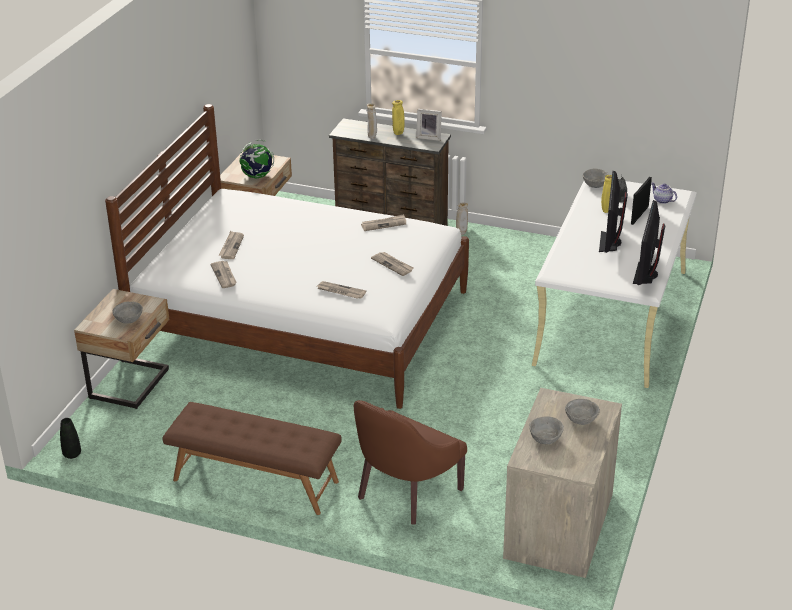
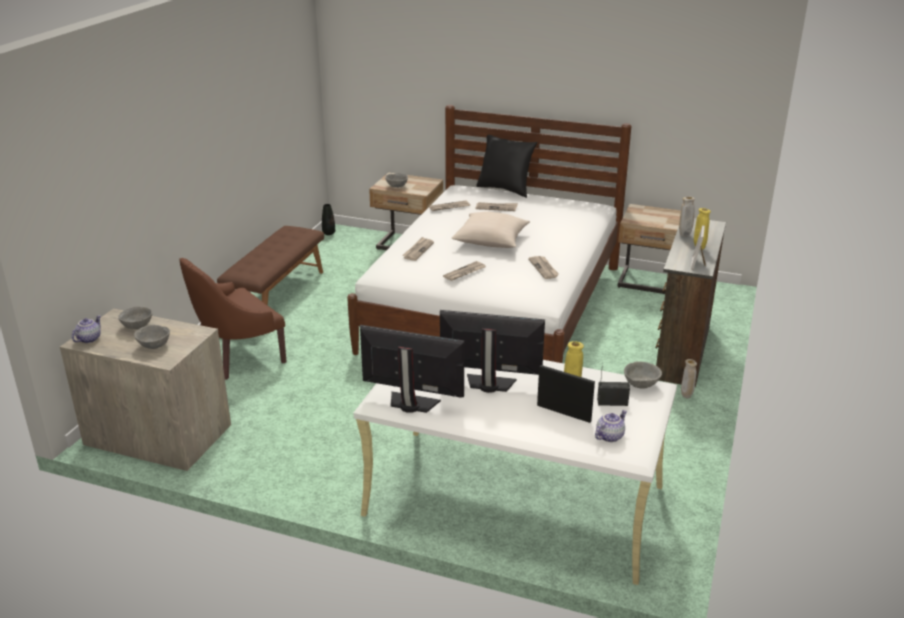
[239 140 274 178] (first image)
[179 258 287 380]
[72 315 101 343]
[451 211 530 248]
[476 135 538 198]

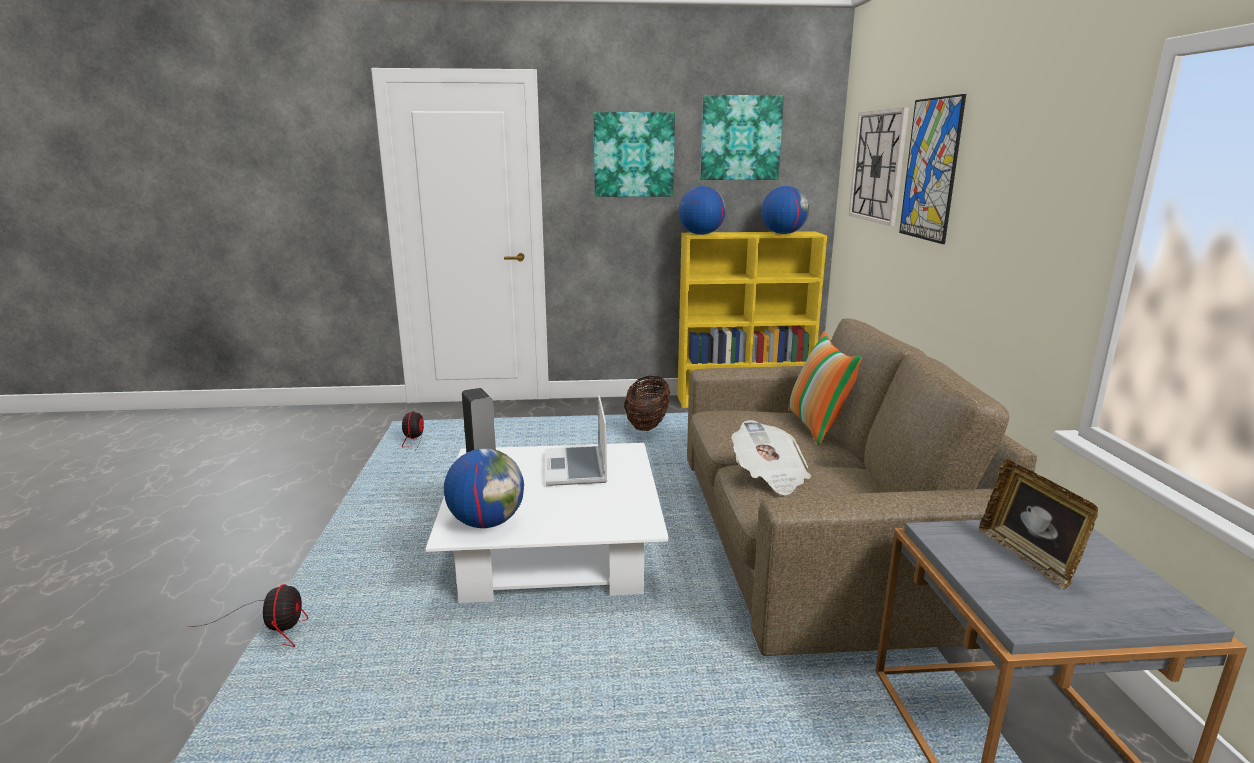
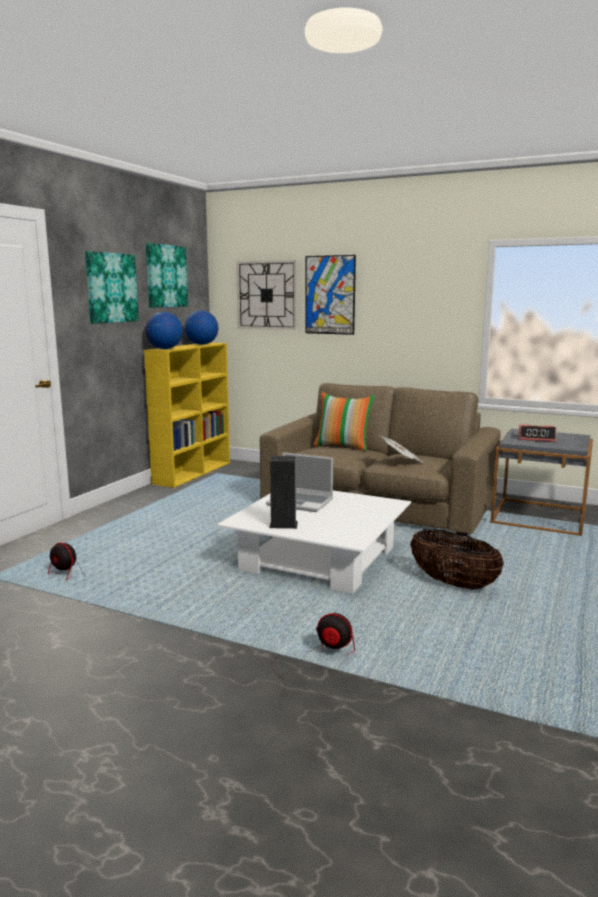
[444 448 524 528] (first image)
[410 529 504 590]
[519 424 556 442]

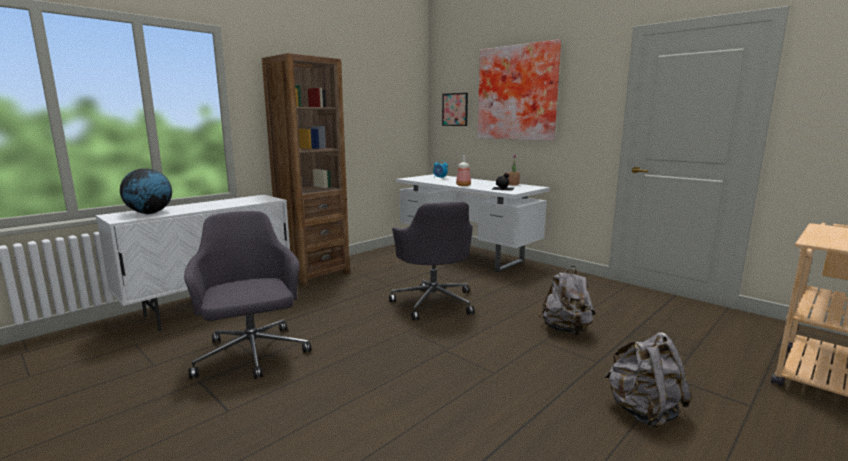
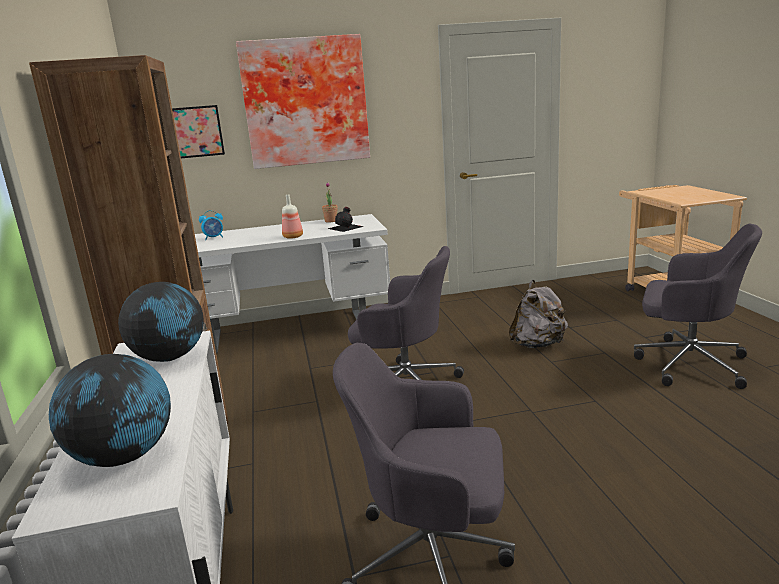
[634 224 762 389]
[118 282 204 362]

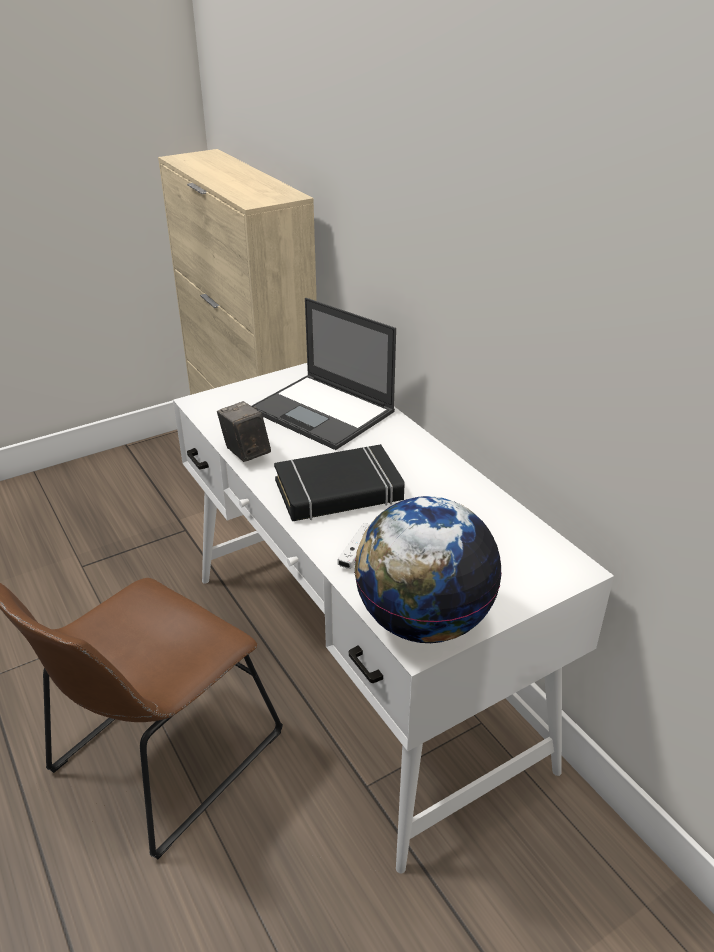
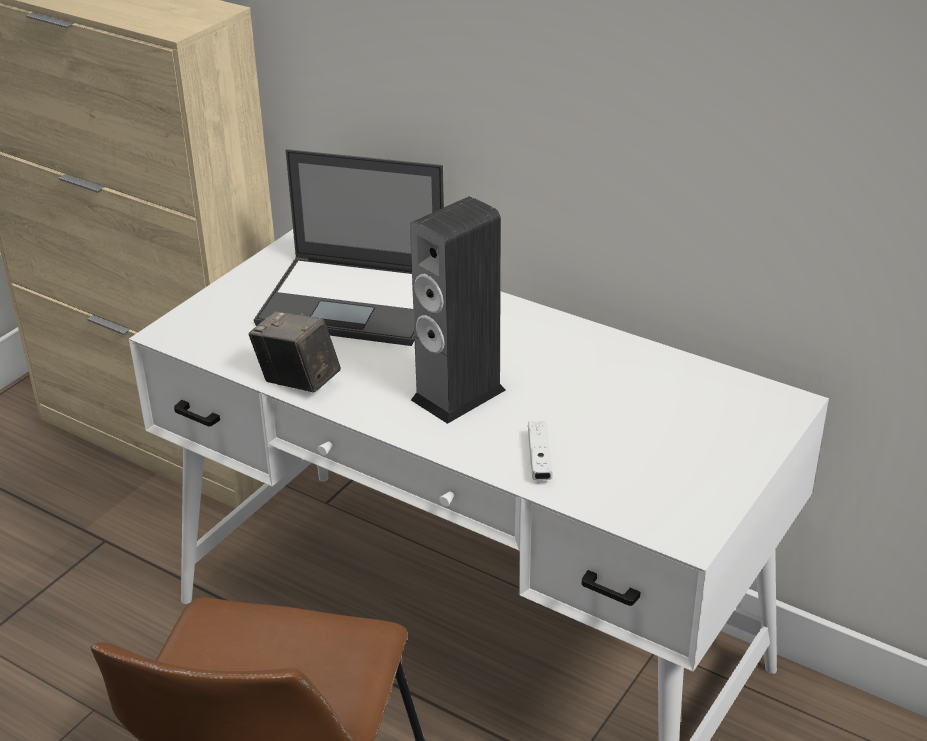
[410 196 506 424]
[354 496 502 643] (first image)

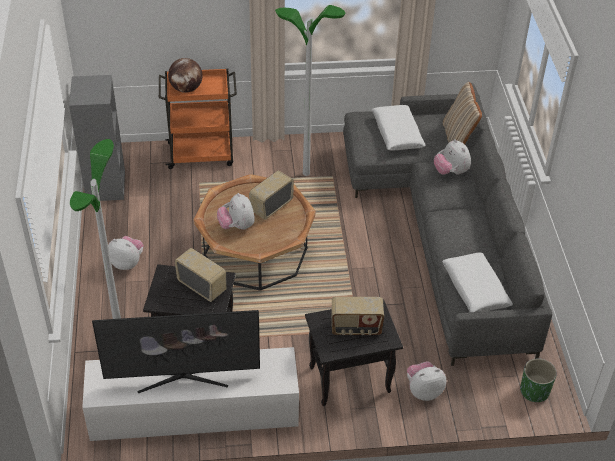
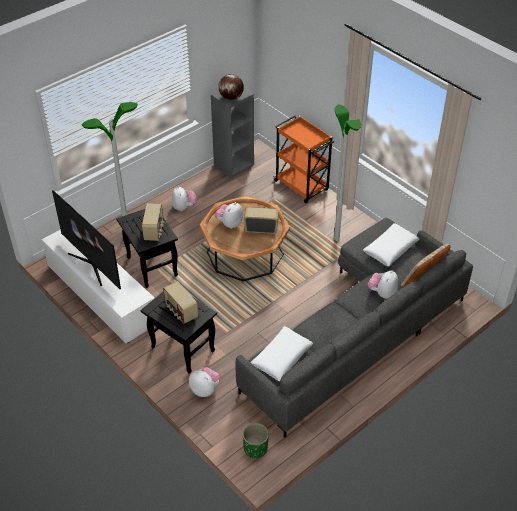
[218 74 244 100]

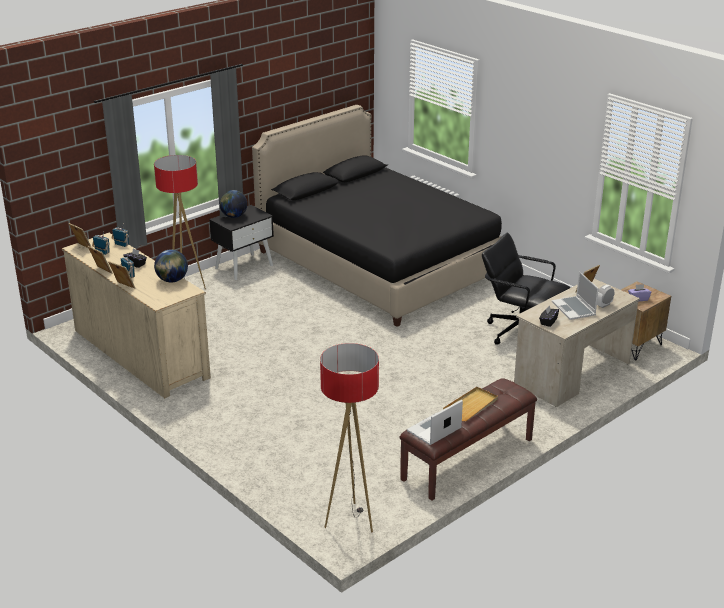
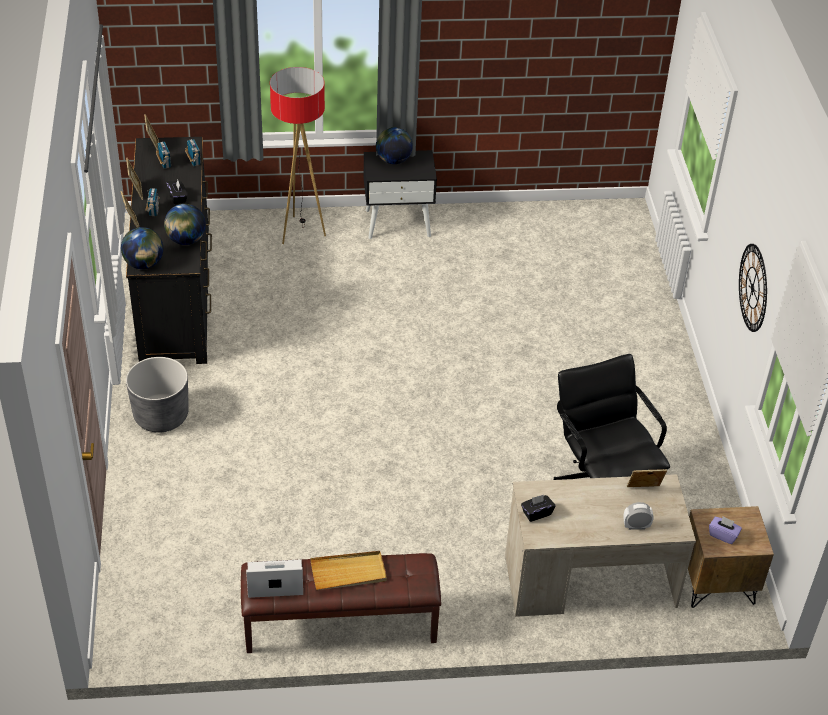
[126 137 212 364]
[252 105 502 327] (first image)
[320 343 379 533] (first image)
[552 271 599 320] (first image)
[121 227 163 269]
[126 357 189 433]
[739 244 767 332]

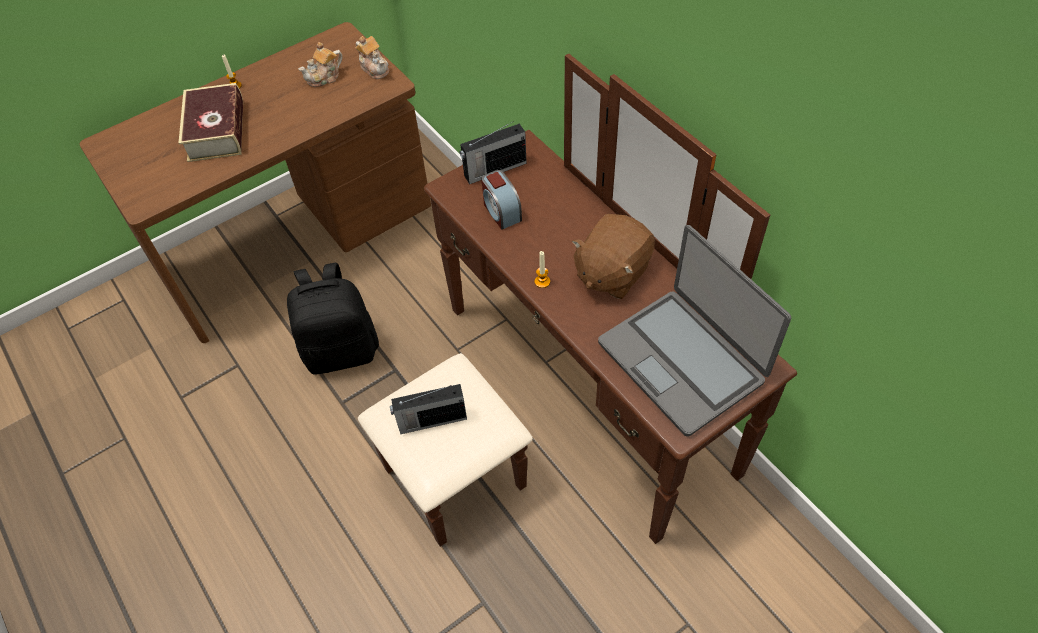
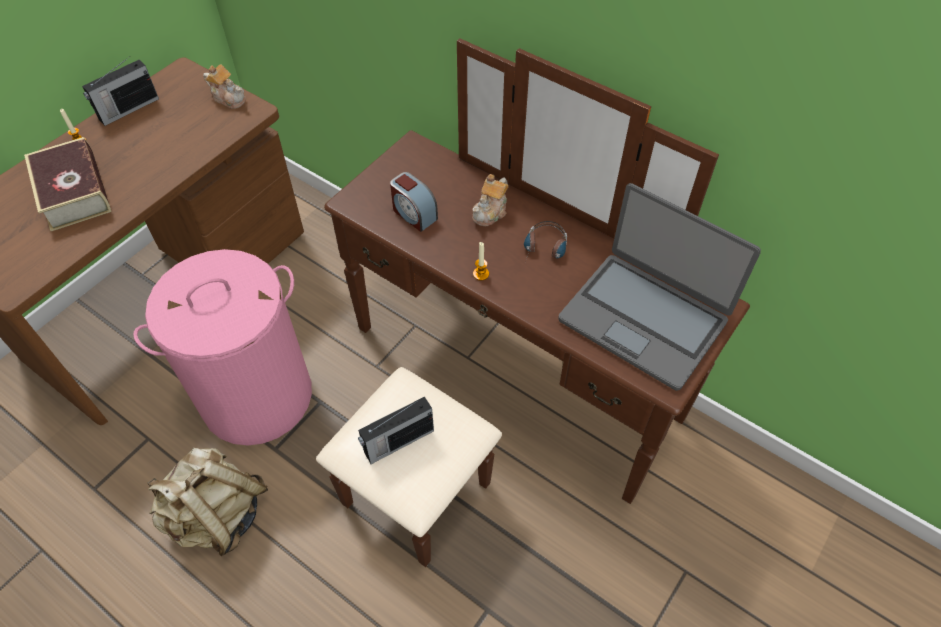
[133 249 312 446]
[472 174 509 226]
[82 57 159 126]
[524 221 567 259]
[148 448 268 556]

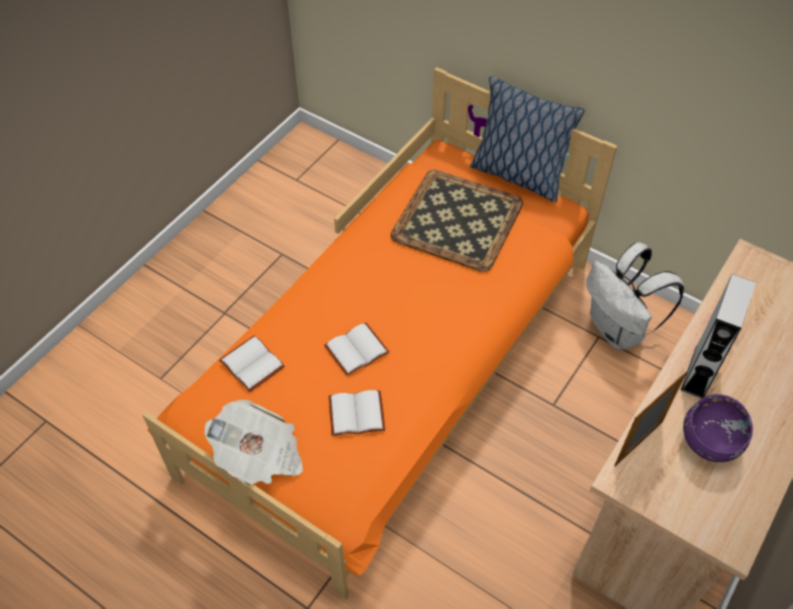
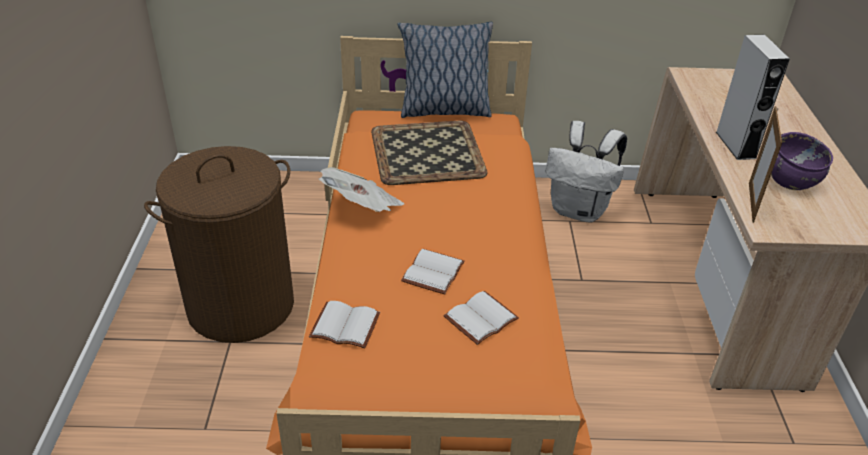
[319 167 404 212]
[144 146 294 343]

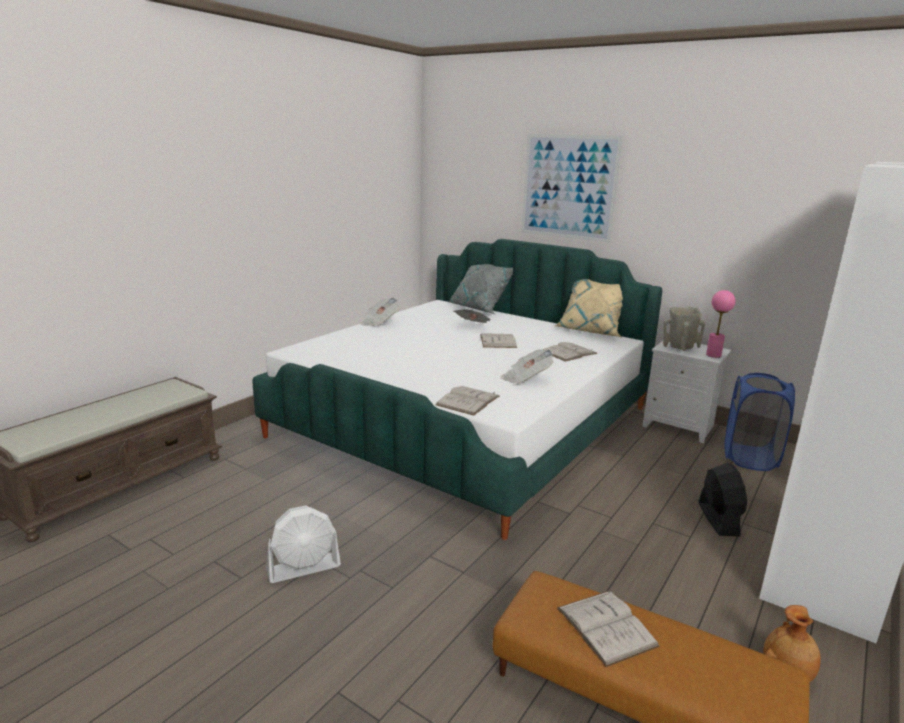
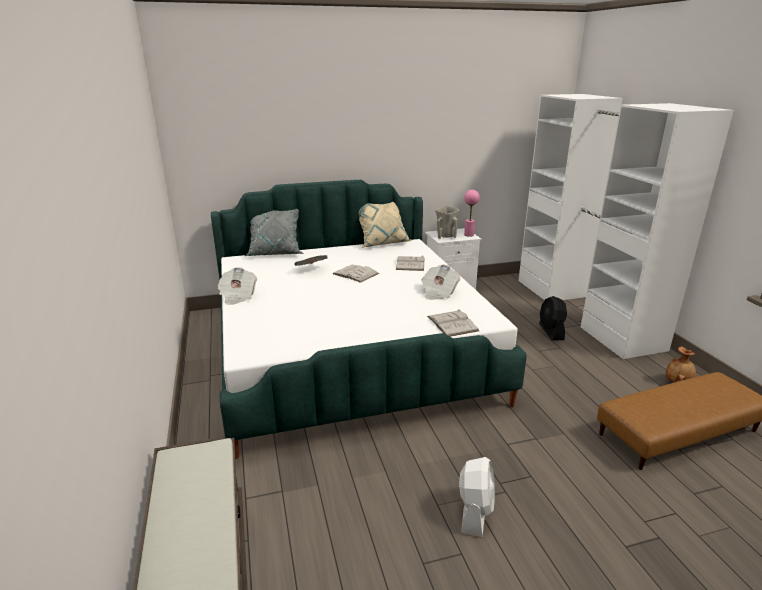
[521 134 623 243] (first image)
[557 591 660 667] (first image)
[539 296 567 341]
[724 373 795 471] (first image)

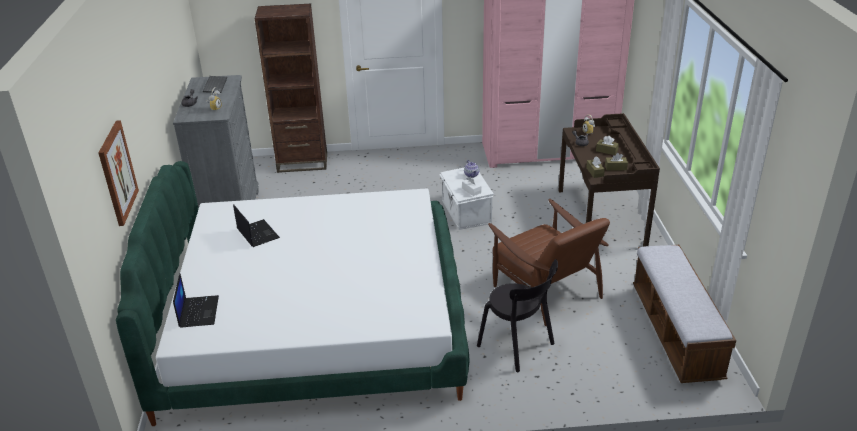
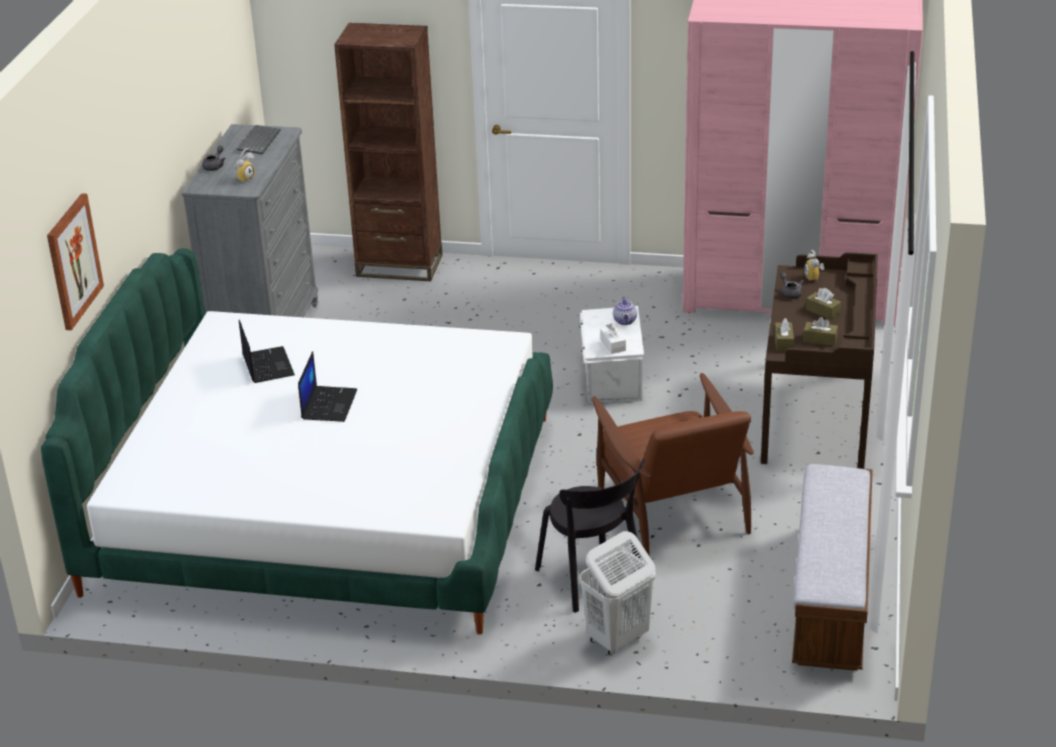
[298 351 357 422]
[579 531 656 656]

